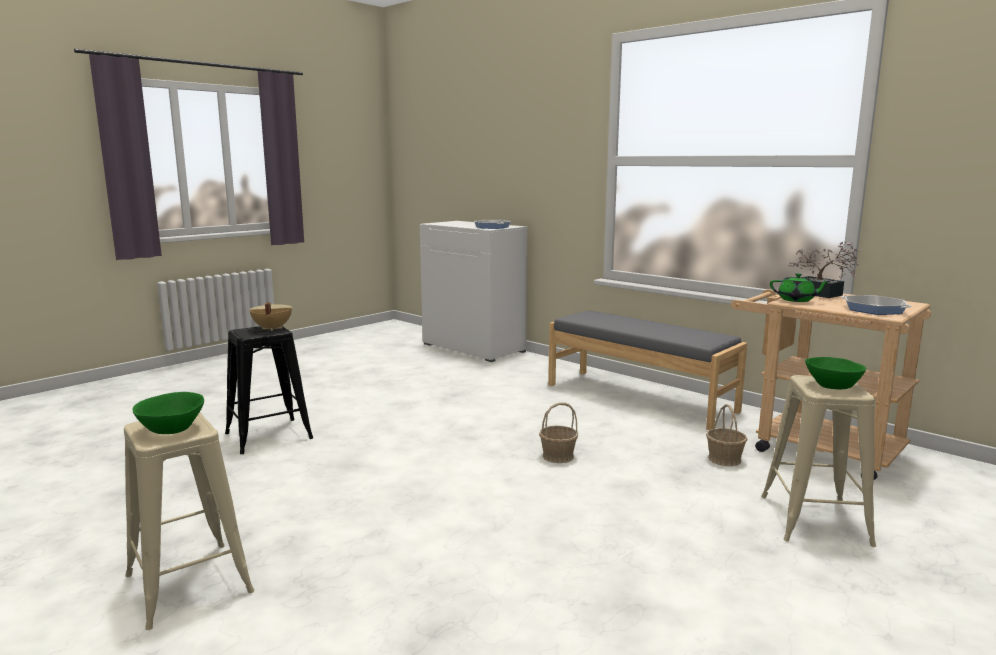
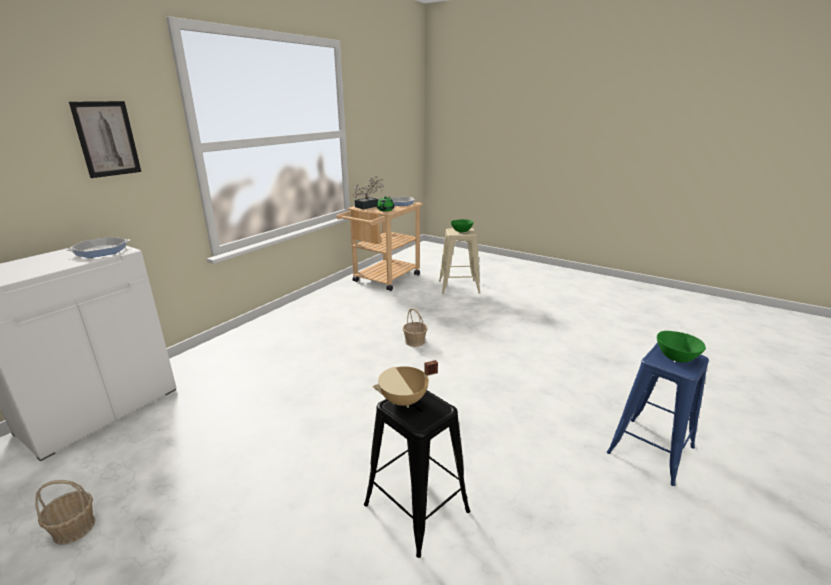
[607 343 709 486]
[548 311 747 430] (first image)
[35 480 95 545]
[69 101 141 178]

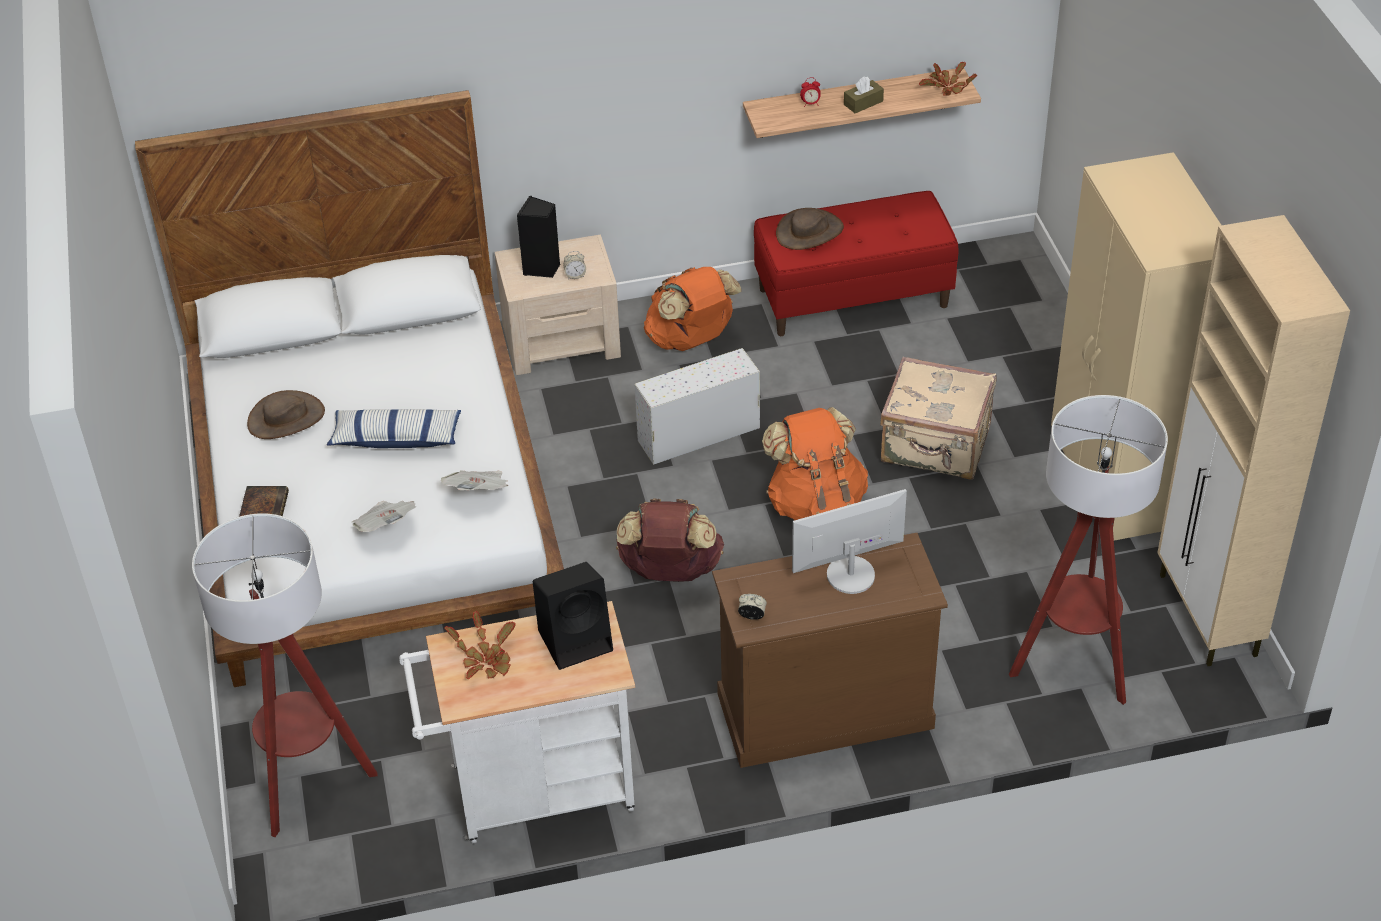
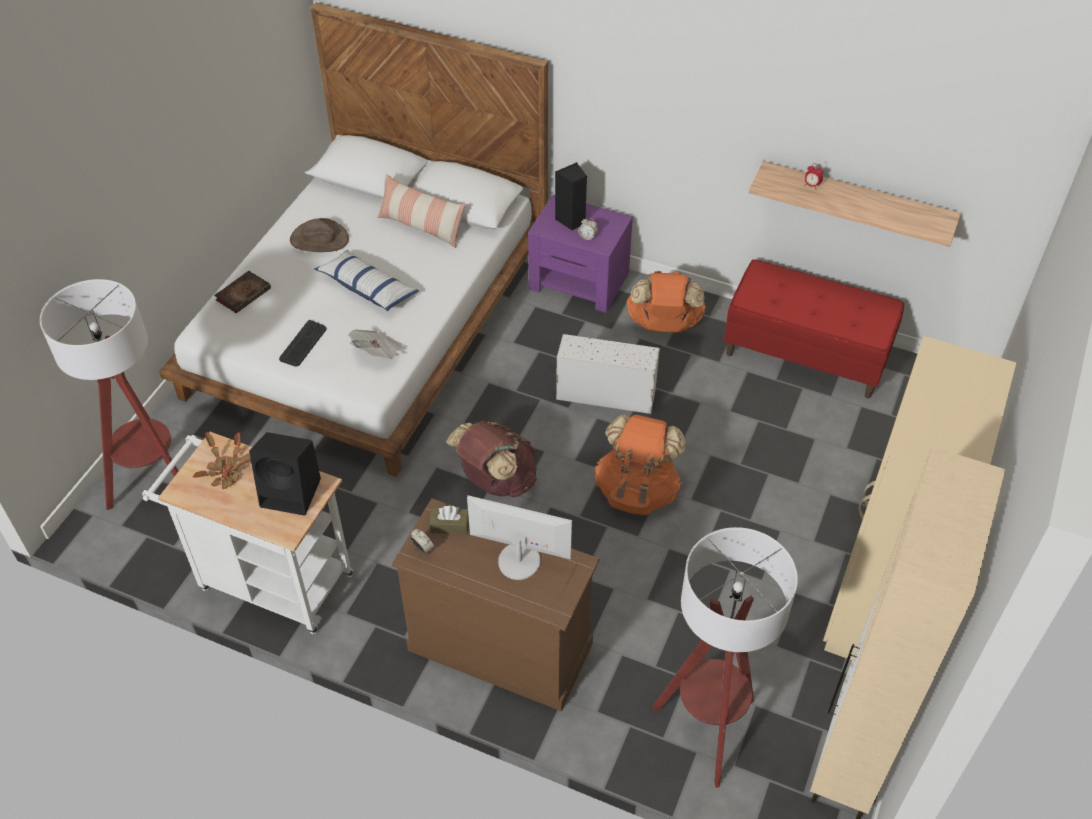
[279 320 326 367]
[528 194 633 313]
[776 208 844 250] (first image)
[430 506 469 534]
[880 357 996 479] (first image)
[919 61 977 96] (first image)
[377 174 465 248]

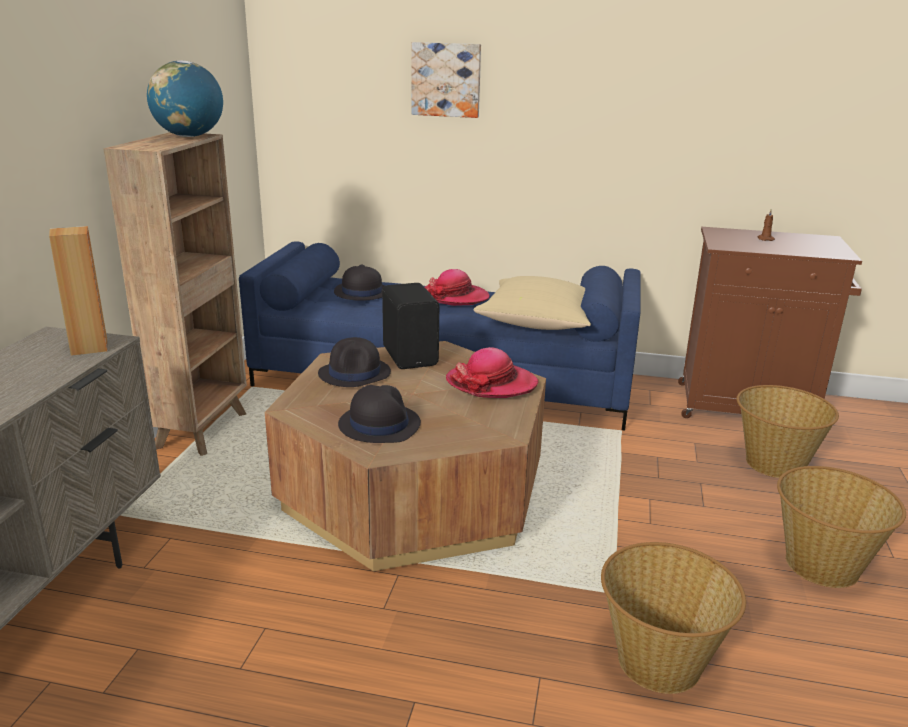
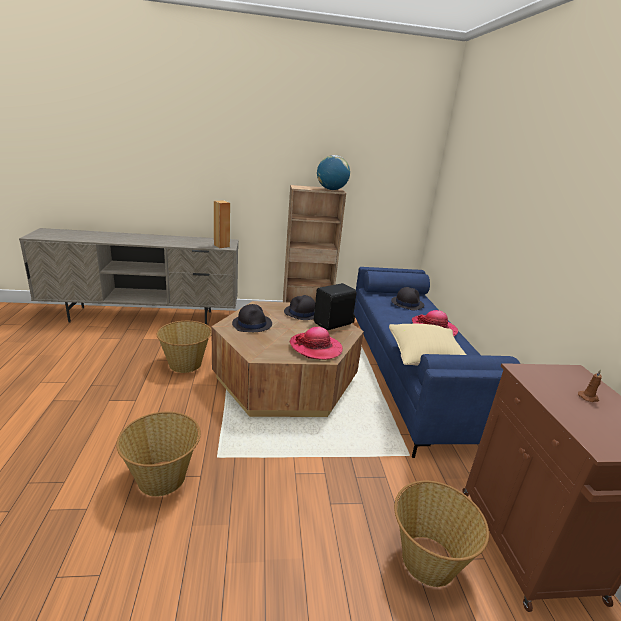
[411 42 481 118] (first image)
[157 321 212 373]

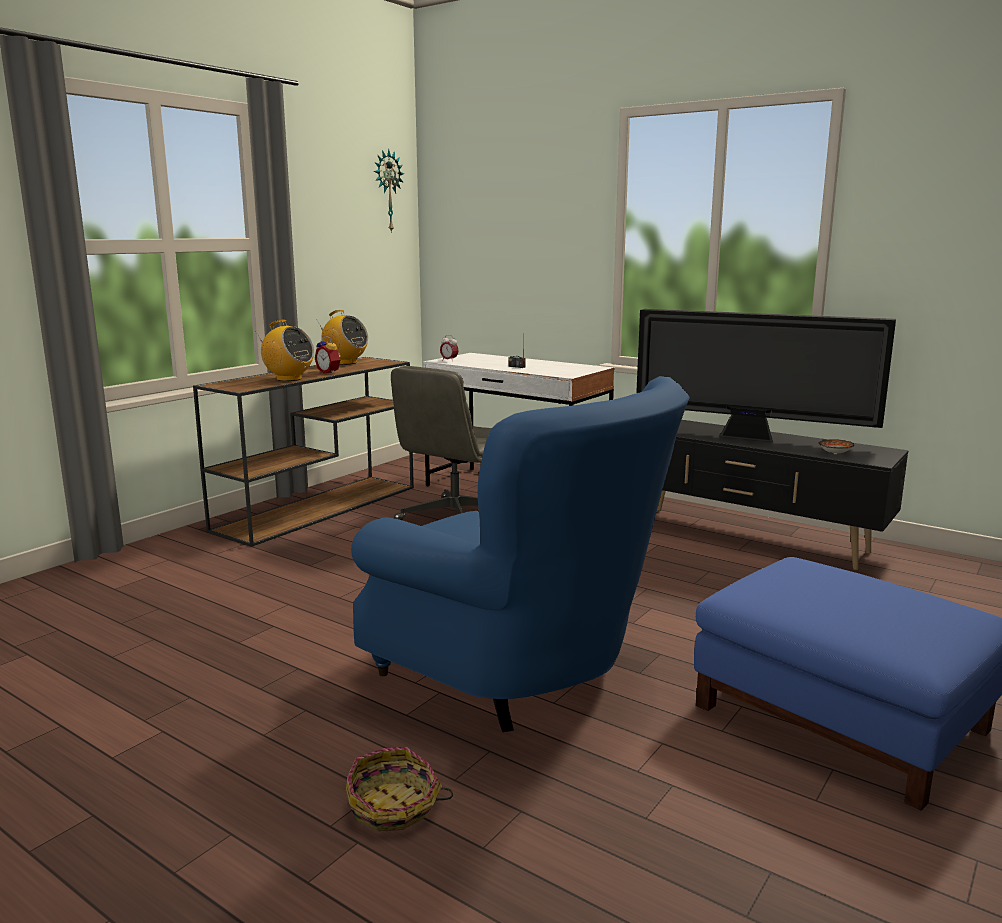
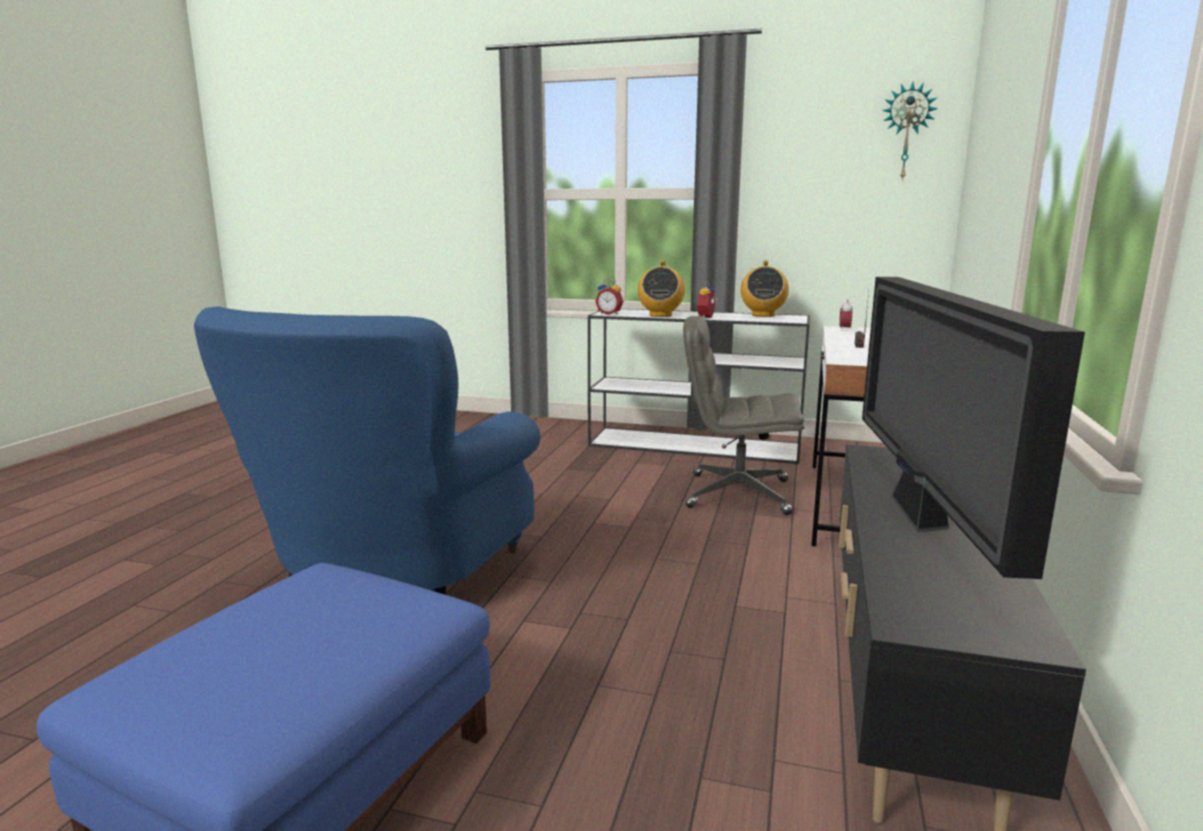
[588 309 810 464]
[346 747 453 831] (first image)
[819 439 855 454] (first image)
[595 278 623 315]

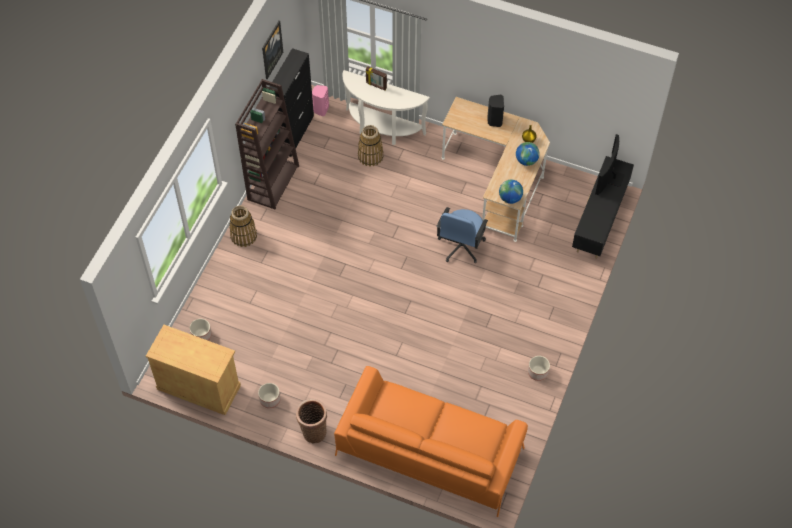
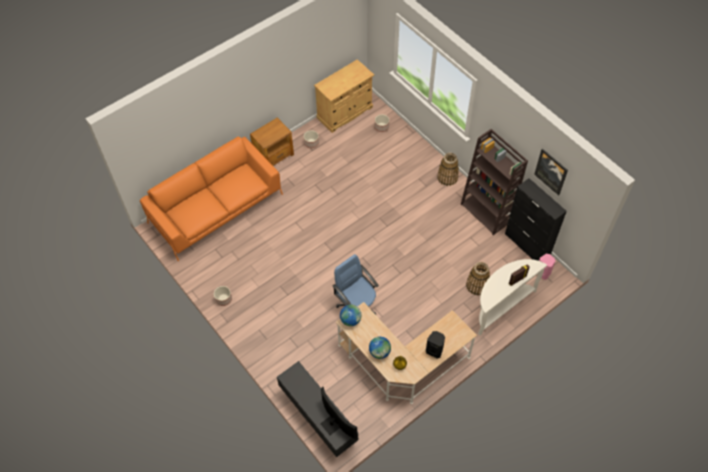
[250 118 294 166]

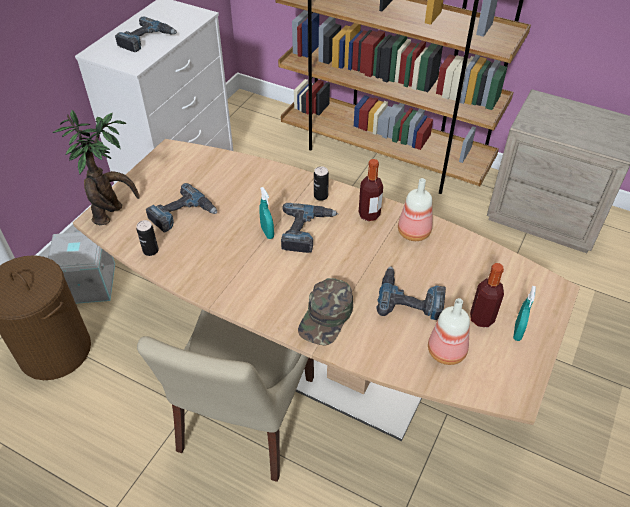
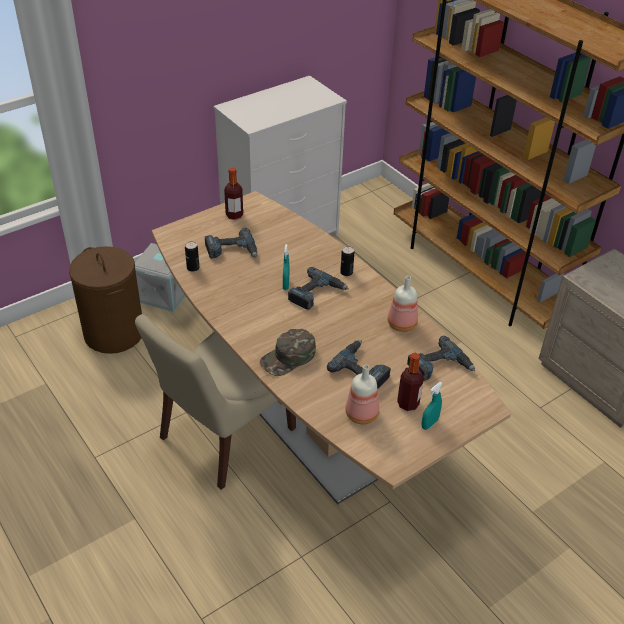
[53 110 140 225] (first image)
[407 336 475 381]
[224 167 243 220]

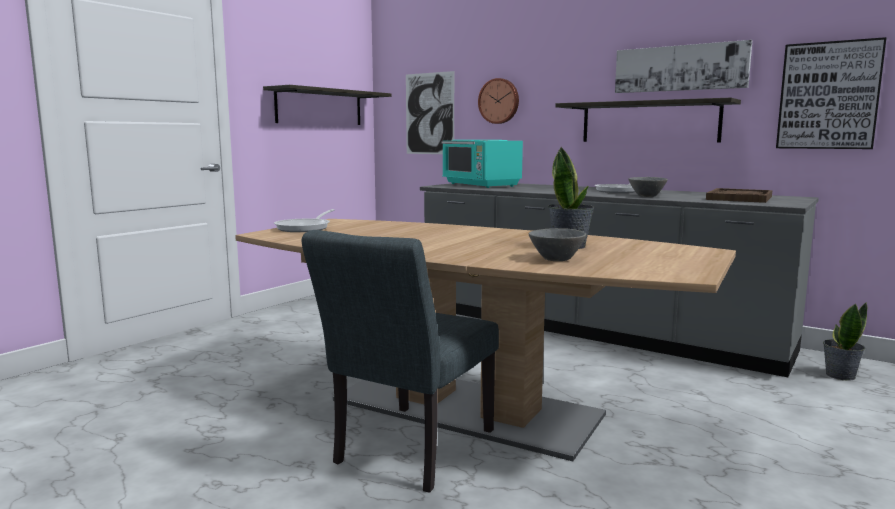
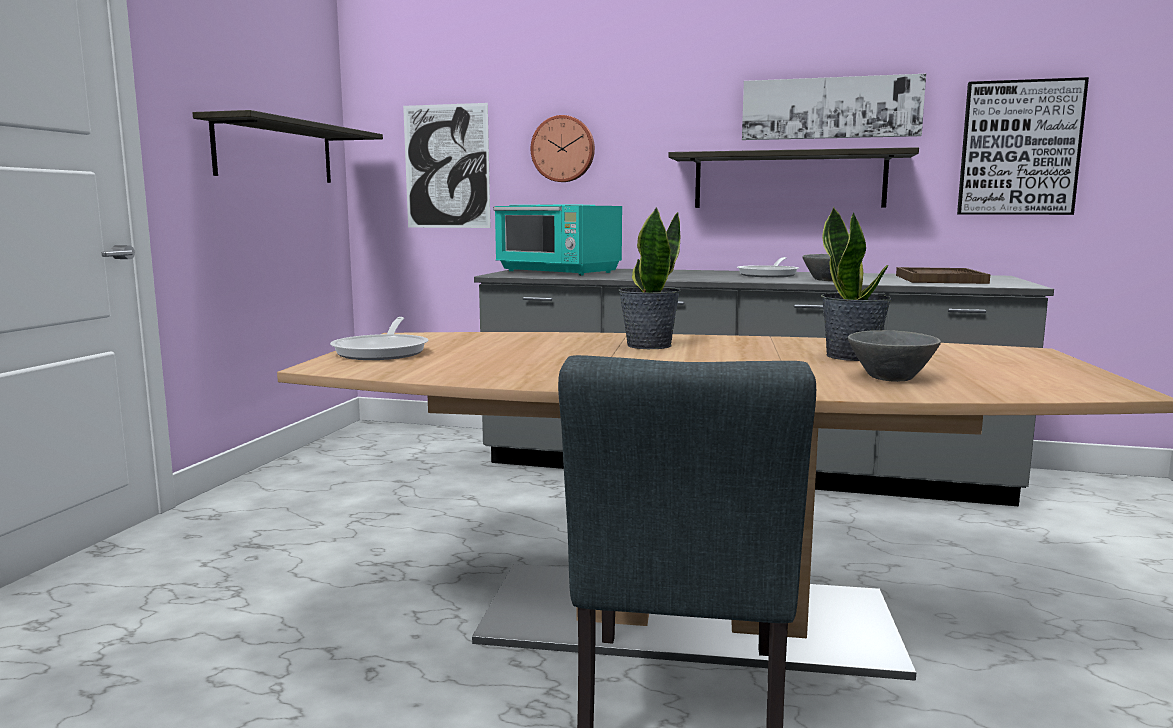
[618 207 681 349]

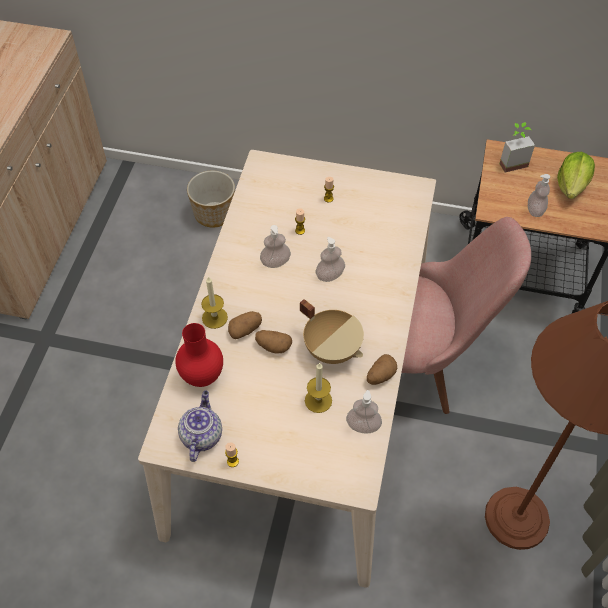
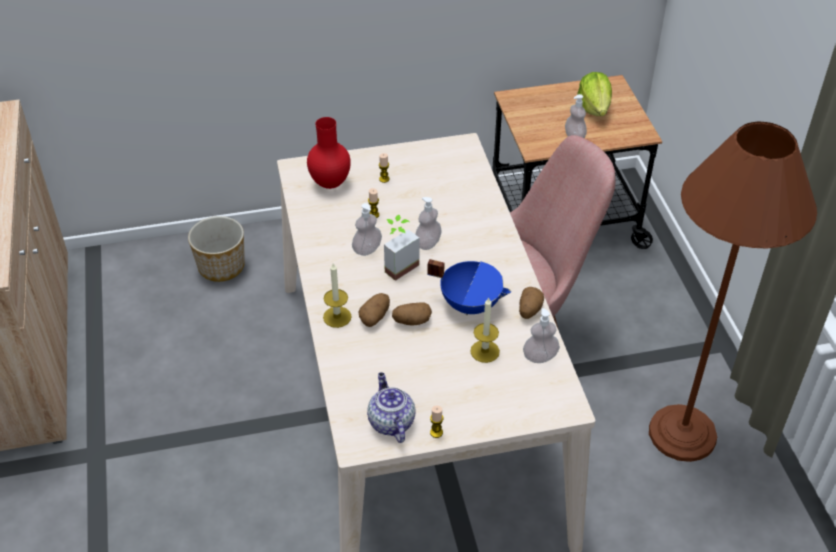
[307 117 351 189]
[428 259 511 315]
[384 215 419 281]

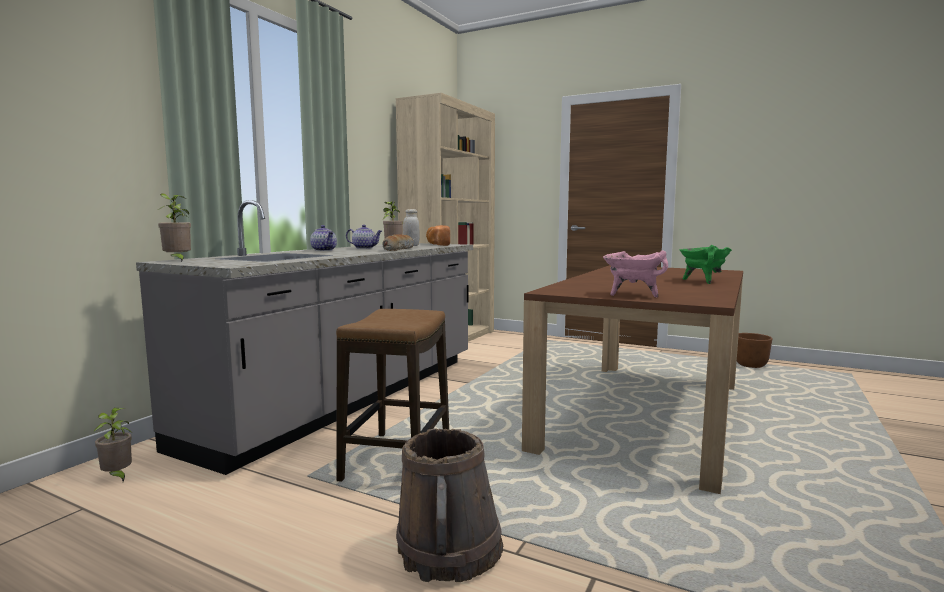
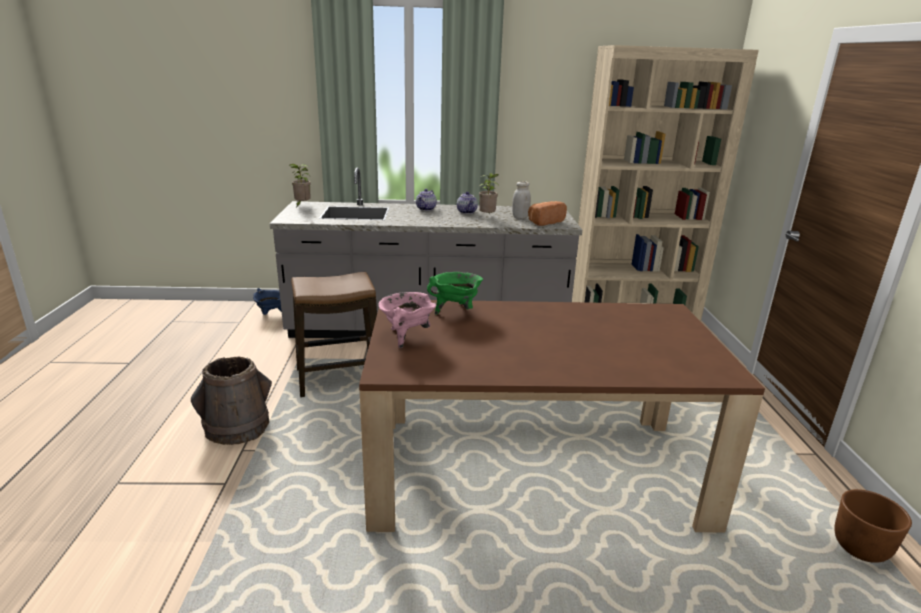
[253 288 282 315]
[382 234 414 251] (first image)
[427 272 483 315]

